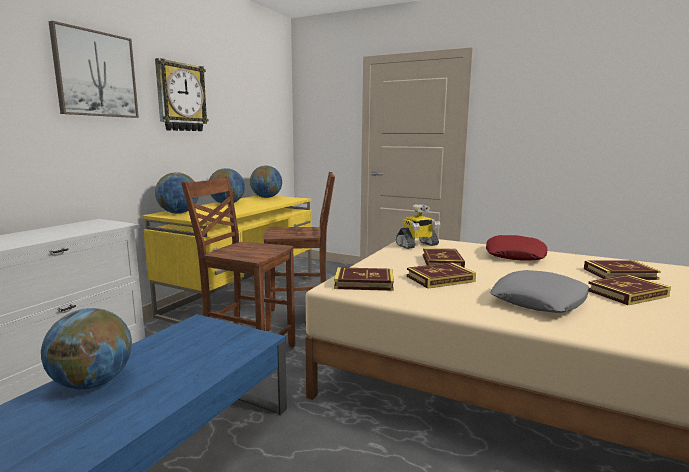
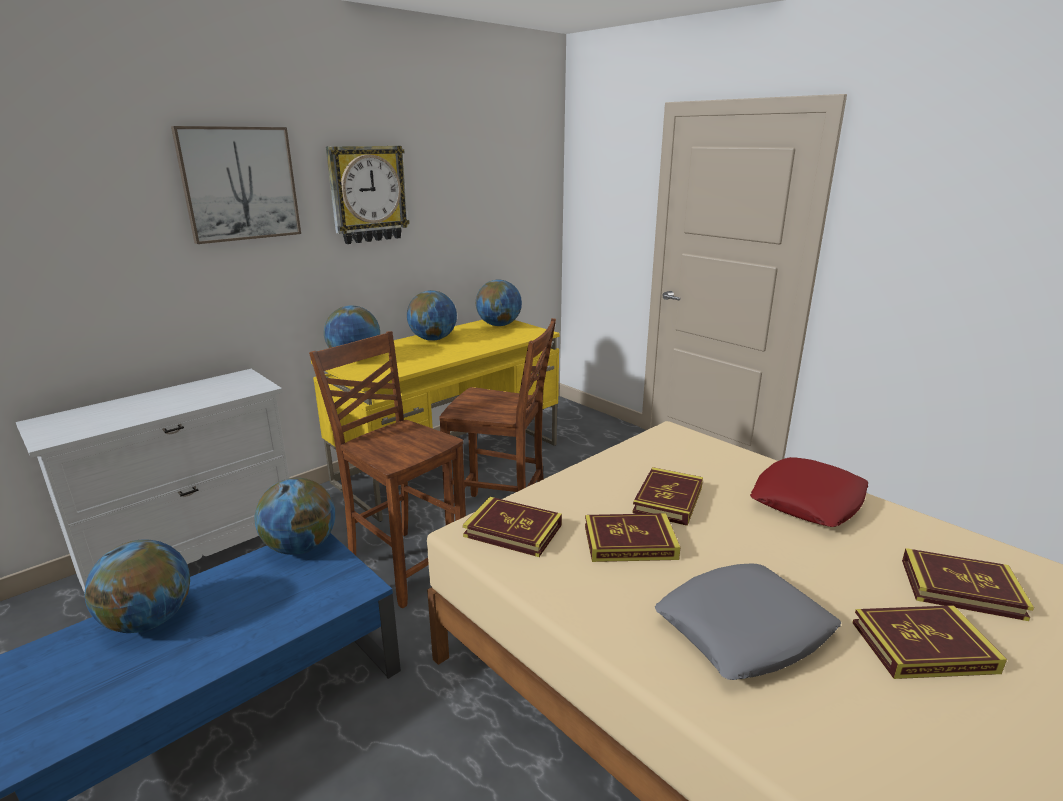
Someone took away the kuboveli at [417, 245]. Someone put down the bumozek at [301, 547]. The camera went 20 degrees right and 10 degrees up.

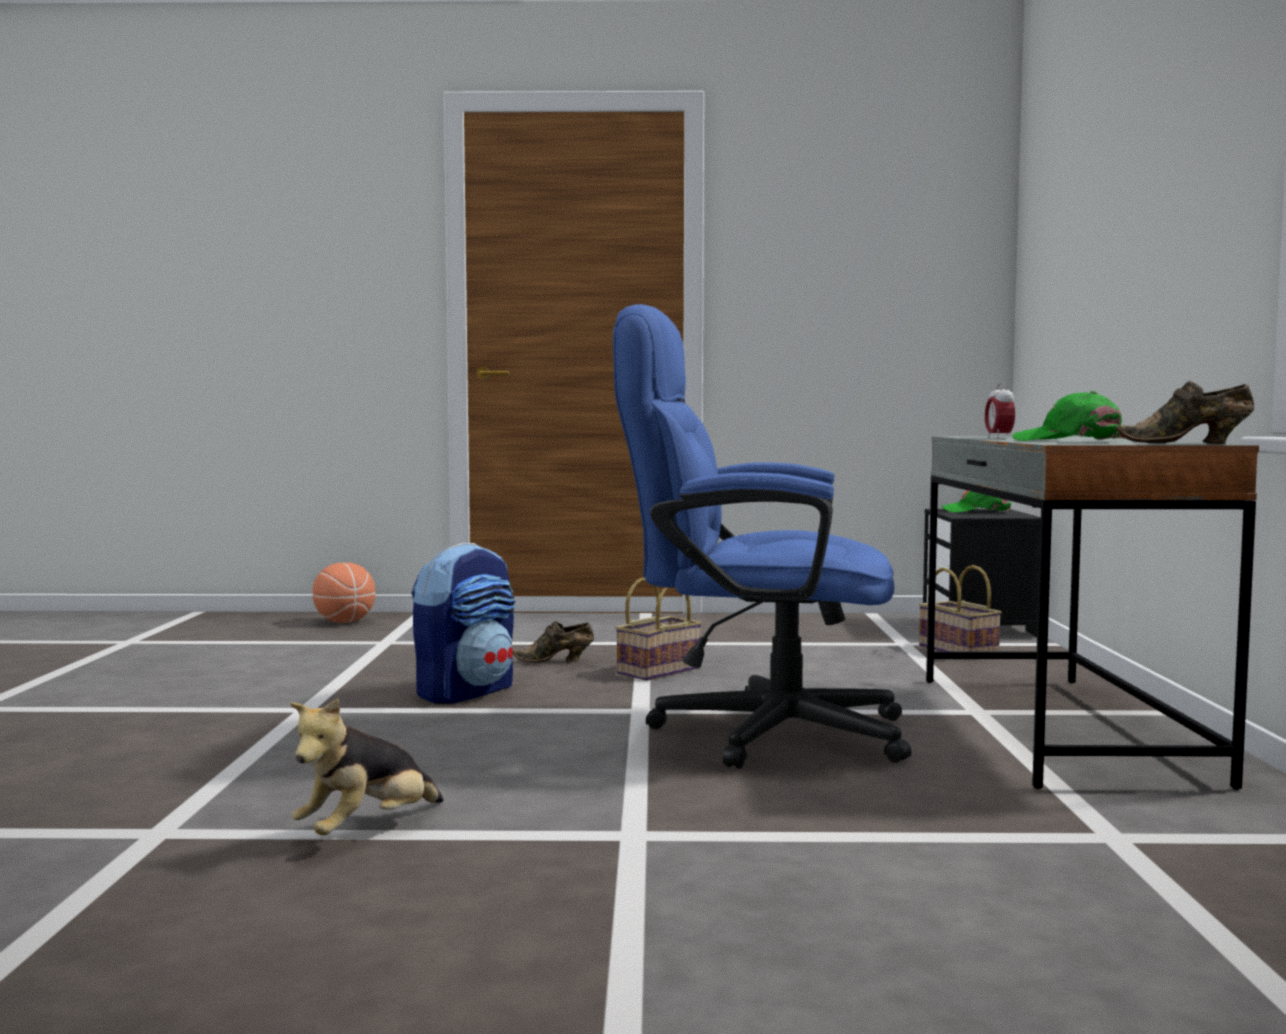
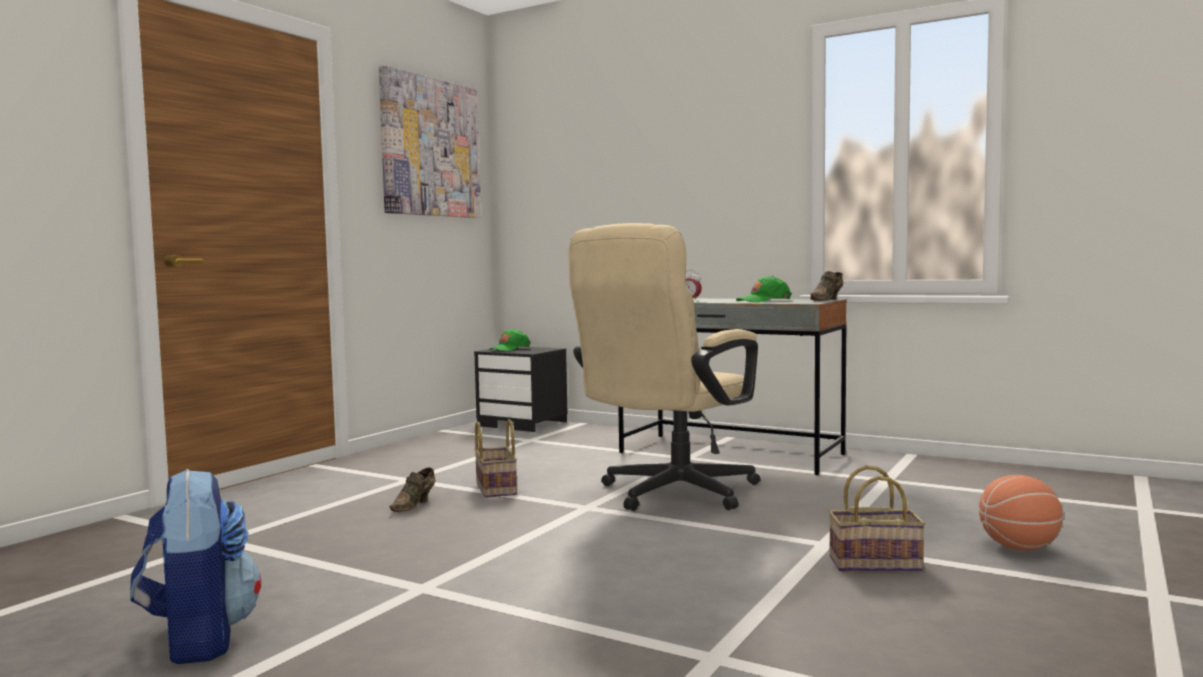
Someone took away the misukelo at [367, 830]. Someone put up the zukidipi at [430, 147]. Someone carried the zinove from [344, 622] to [1019, 547]. Someone carried the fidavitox from [466, 692] to [198, 639]. Someone carried the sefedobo from [960, 651] to [876, 563]. Someone repainted the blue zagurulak at [755, 731], which became the beige zagurulak at [669, 495]. The camera went 60 degrees left and 0 degrees up.

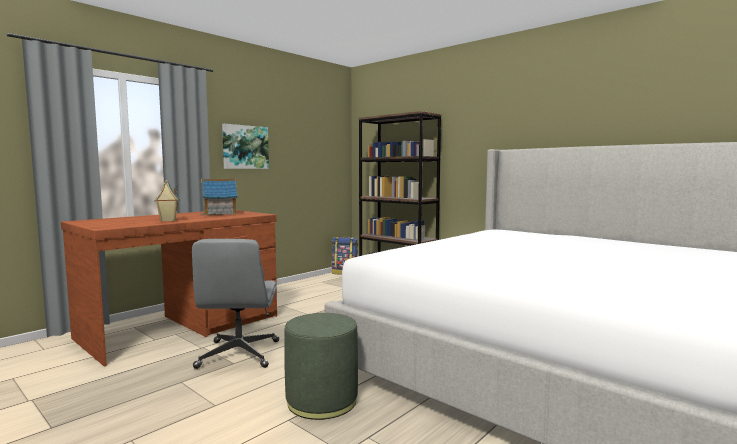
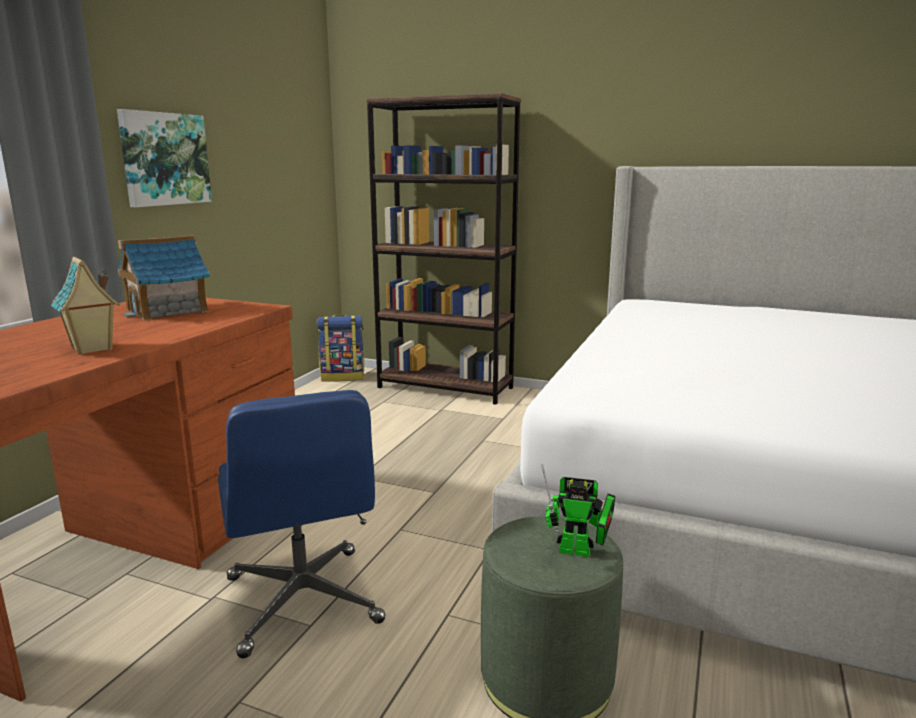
Someone put down the kuboveli at [580, 551]. Someone repainted the grey zagurulak at [239, 354], which became the blue zagurulak at [303, 601]. The camera went 20 degrees left and 10 degrees up.

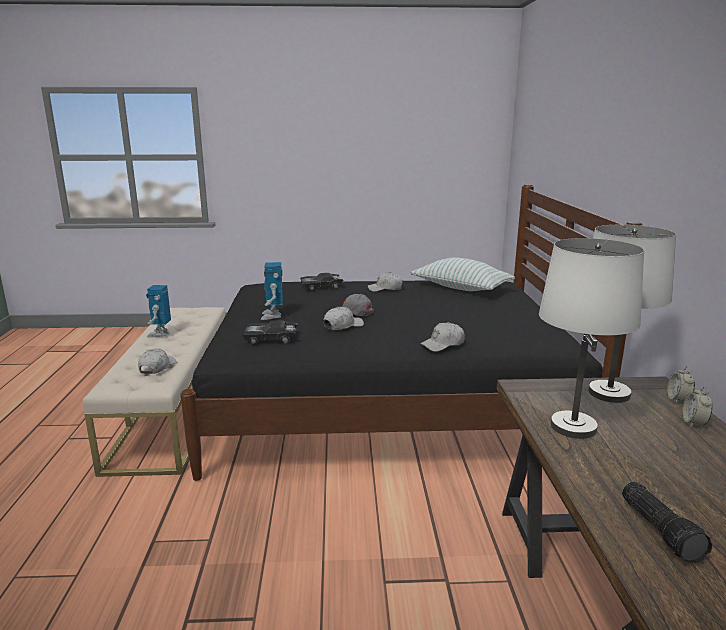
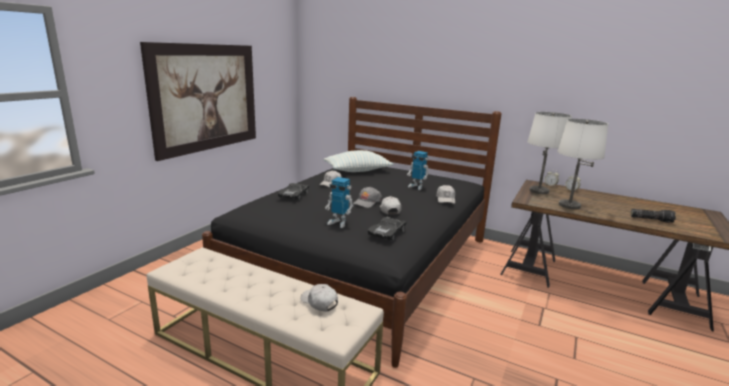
Someone put up the zukidipi at [206, 98]. Someone carried the kuboveli from [160, 334] to [416, 186]. The camera went 60 degrees left and 0 degrees up.

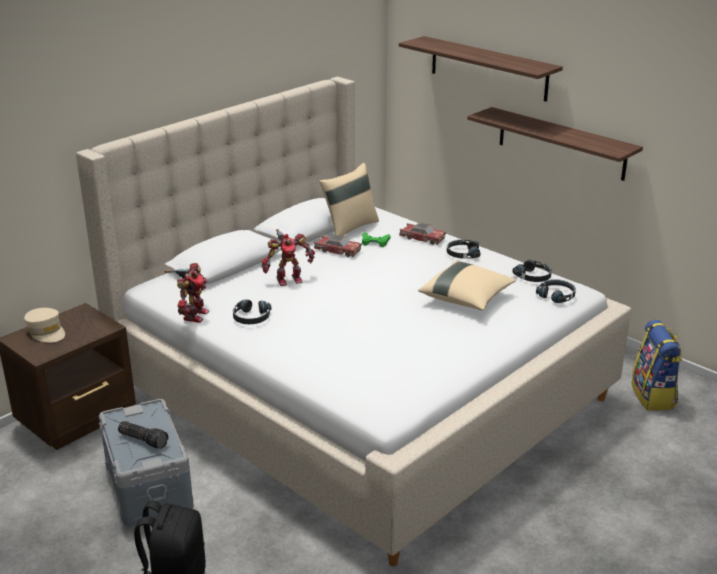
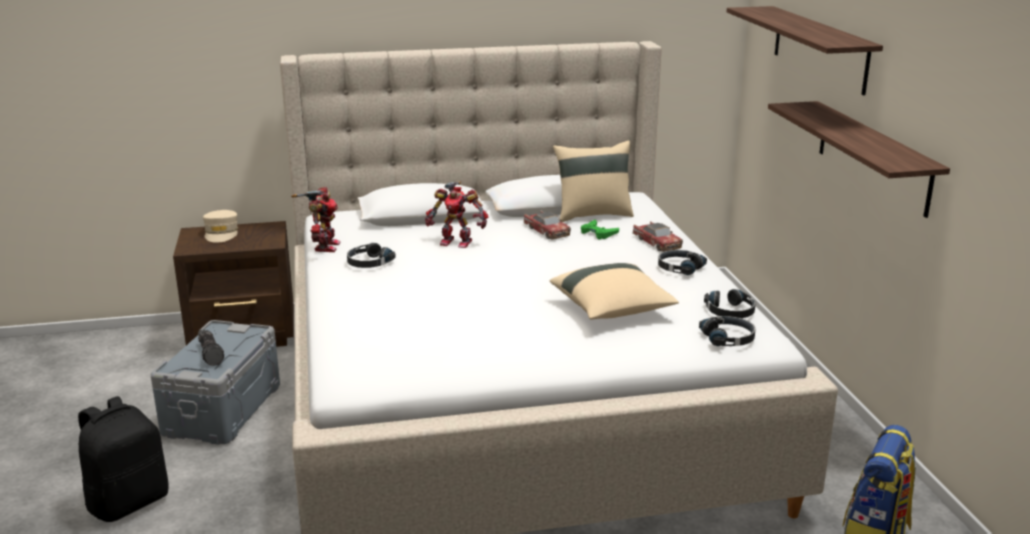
Someone rotated the kuboveli at [193, 315] by 45 degrees counterclockwise. The camera went 35 degrees right and 5 degrees down.

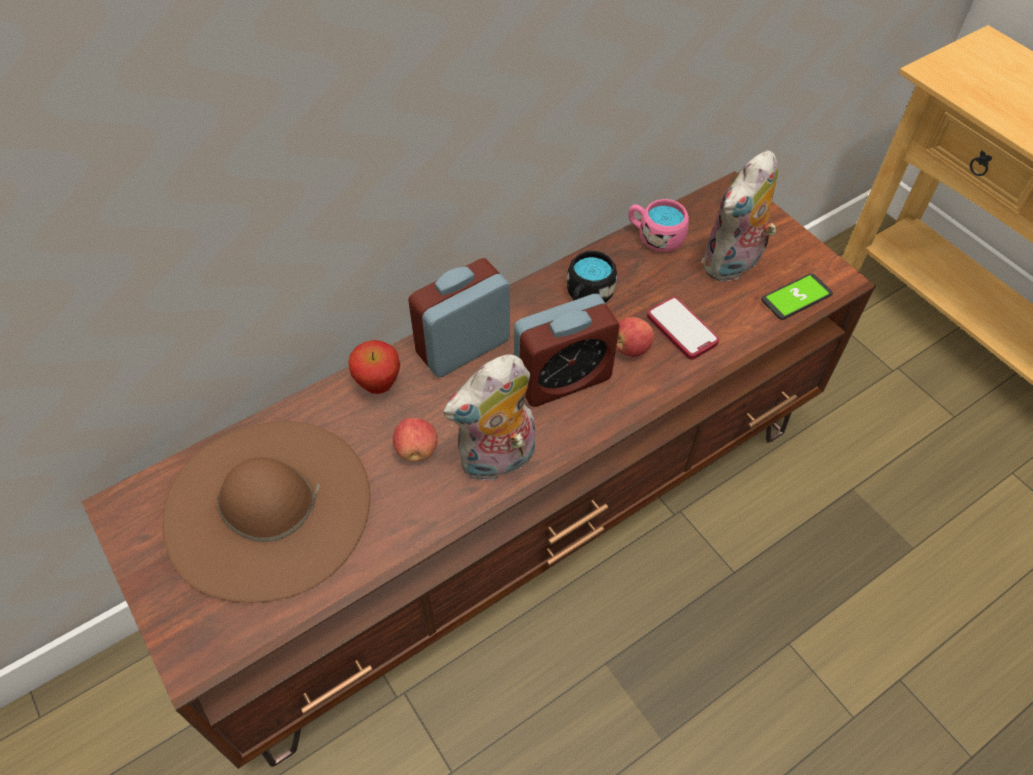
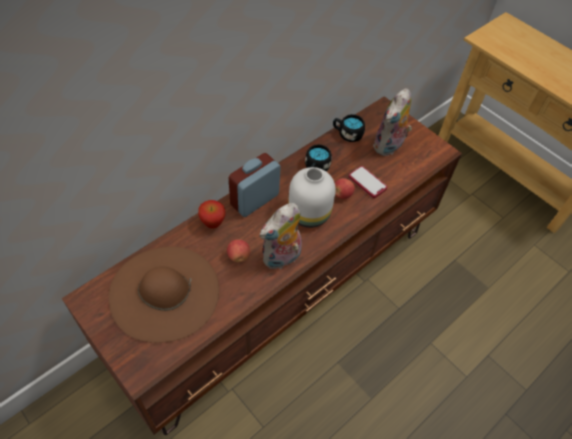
Someone took away the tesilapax at [796, 297]. Someone swapped the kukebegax at [562, 379] for the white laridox at [309, 213]. Someone repainted the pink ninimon at [655, 236], which became the black ninimon at [347, 134]. The camera went 10 degrees left and 0 degrees up.

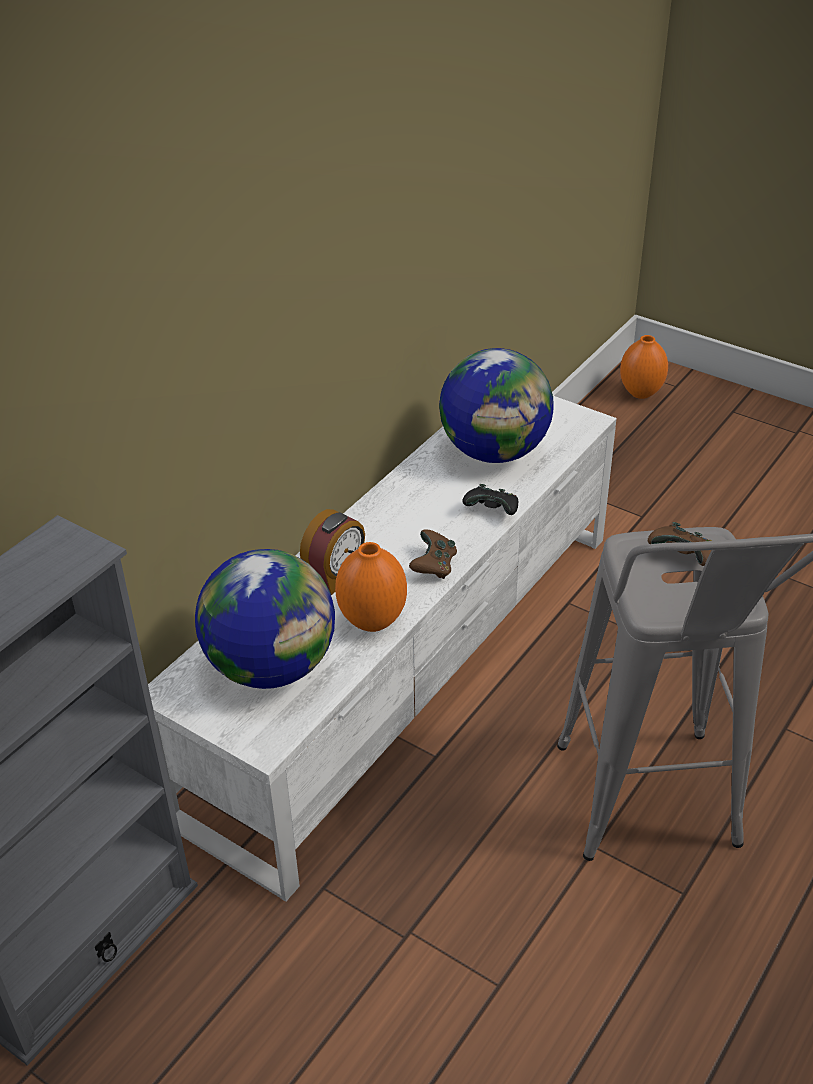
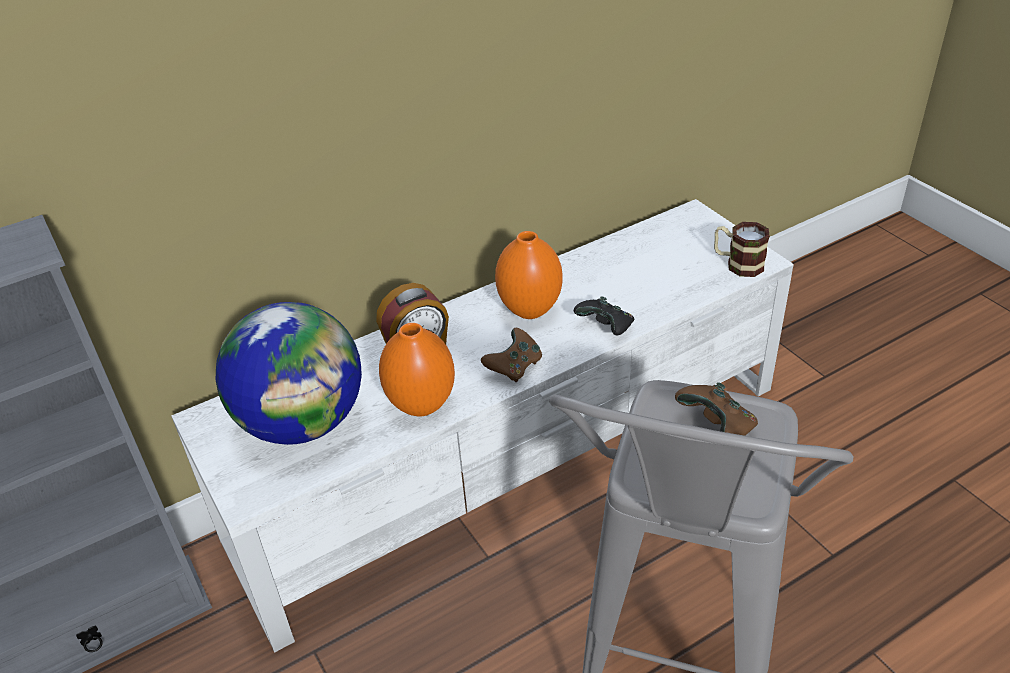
Someone took away the bumozek at [495, 451]. Someone put down the ninimon at [737, 264]. Someone carried the orange laridox from [640, 393] to [529, 310]. The camera went 25 degrees right and 0 degrees up.

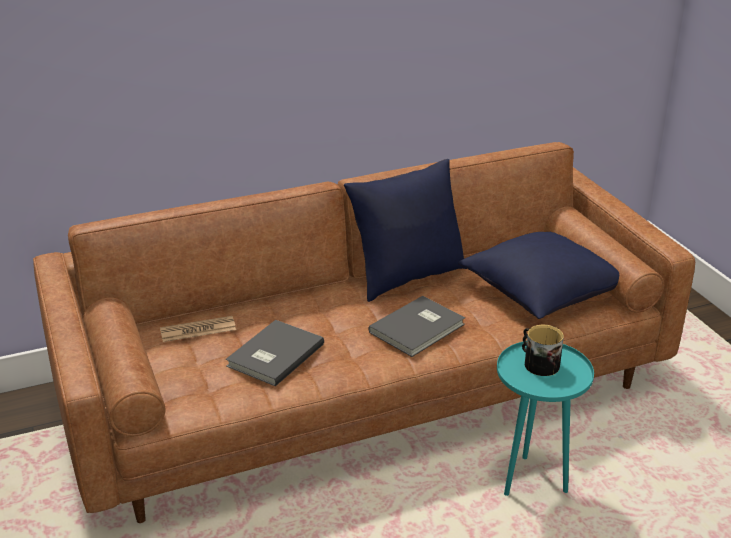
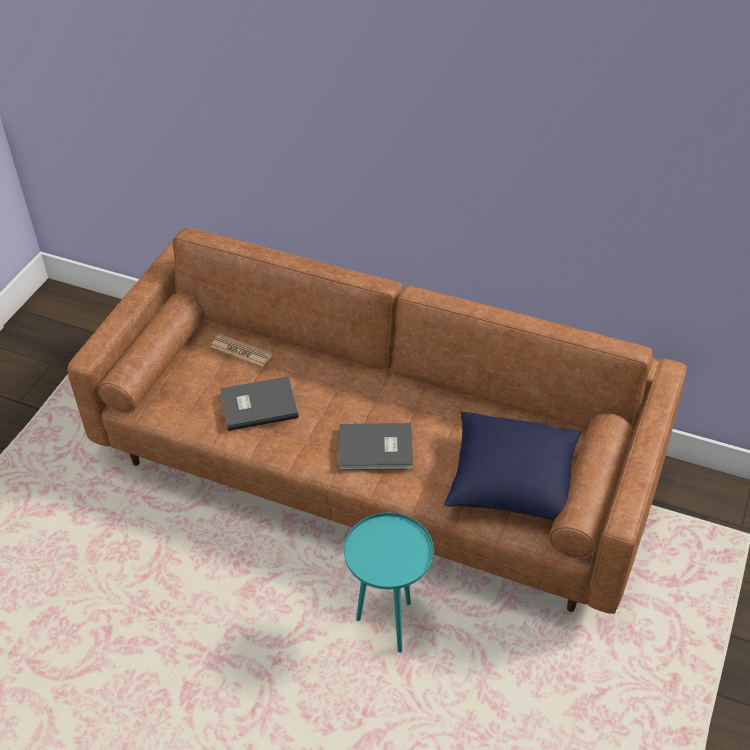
Someone took away the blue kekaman at [407, 277]. Someone took away the ninimon at [538, 363]. The camera went 45 degrees right and 15 degrees up.

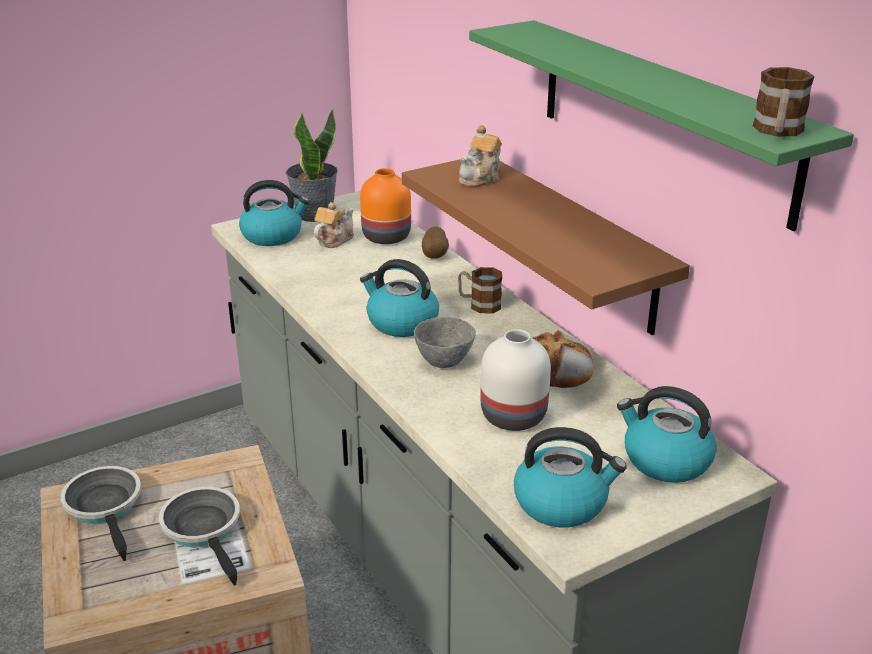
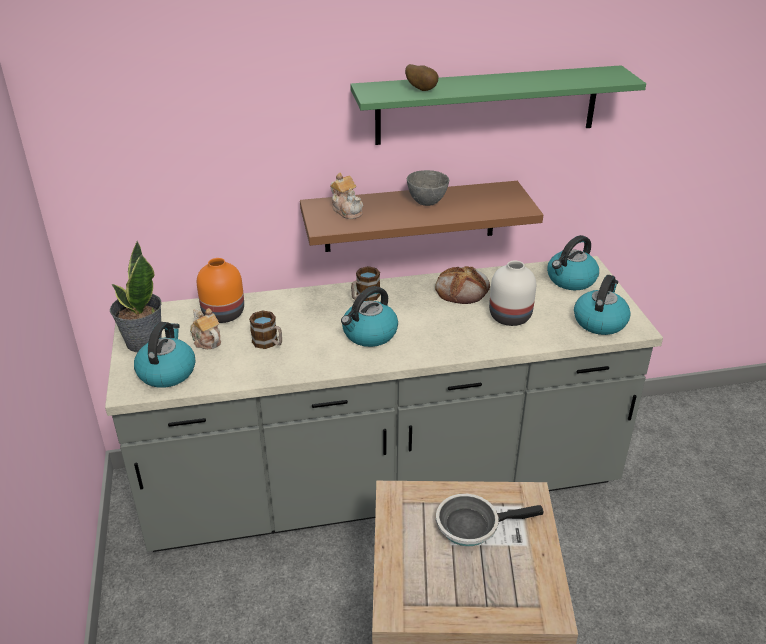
Someone took away the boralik at [106, 508]. Someone carried the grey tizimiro from [443, 362] to [426, 202]. Someone carried the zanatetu from [435, 256] to [422, 89]. Someone carried the ninimon from [777, 132] to [269, 343]. The camera went 70 degrees left and 5 degrees up.

